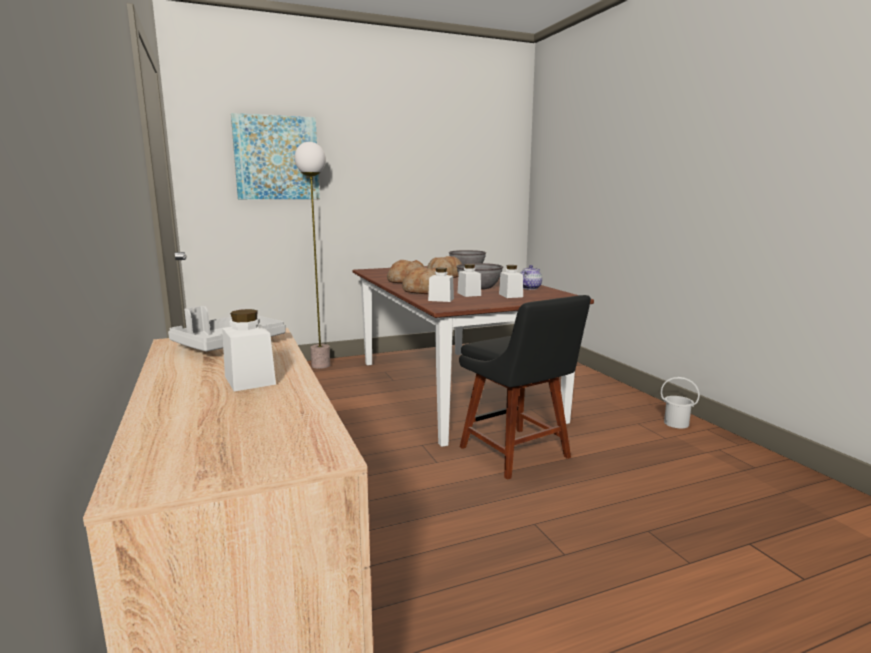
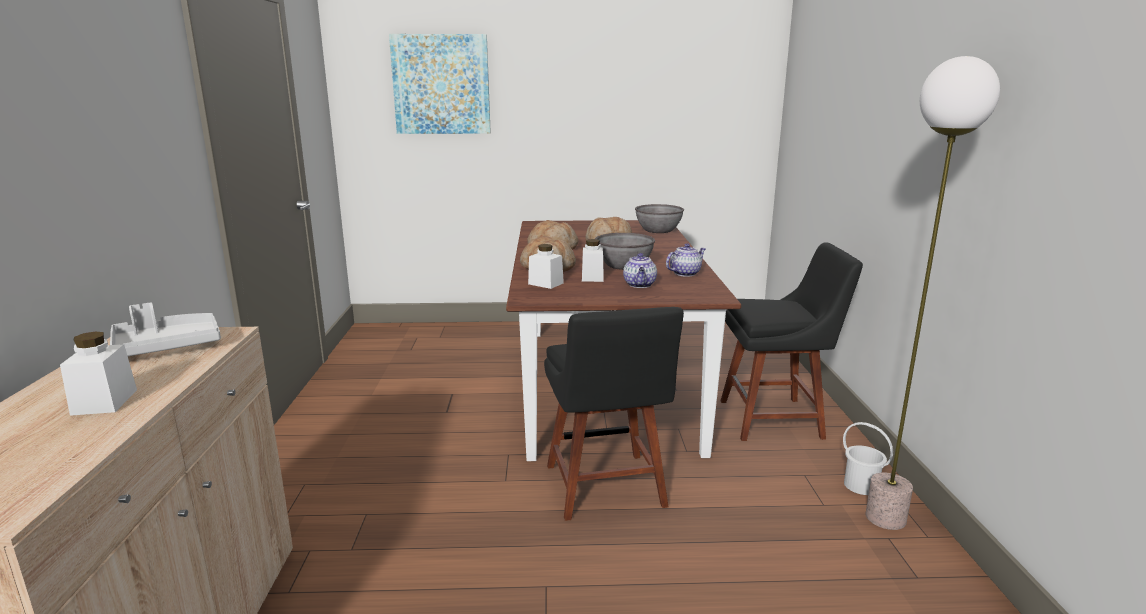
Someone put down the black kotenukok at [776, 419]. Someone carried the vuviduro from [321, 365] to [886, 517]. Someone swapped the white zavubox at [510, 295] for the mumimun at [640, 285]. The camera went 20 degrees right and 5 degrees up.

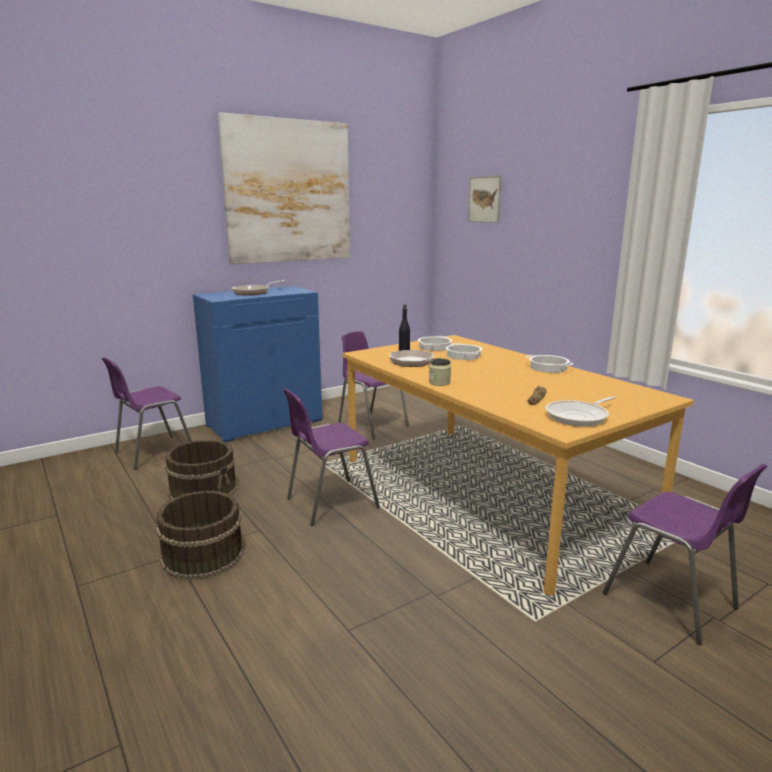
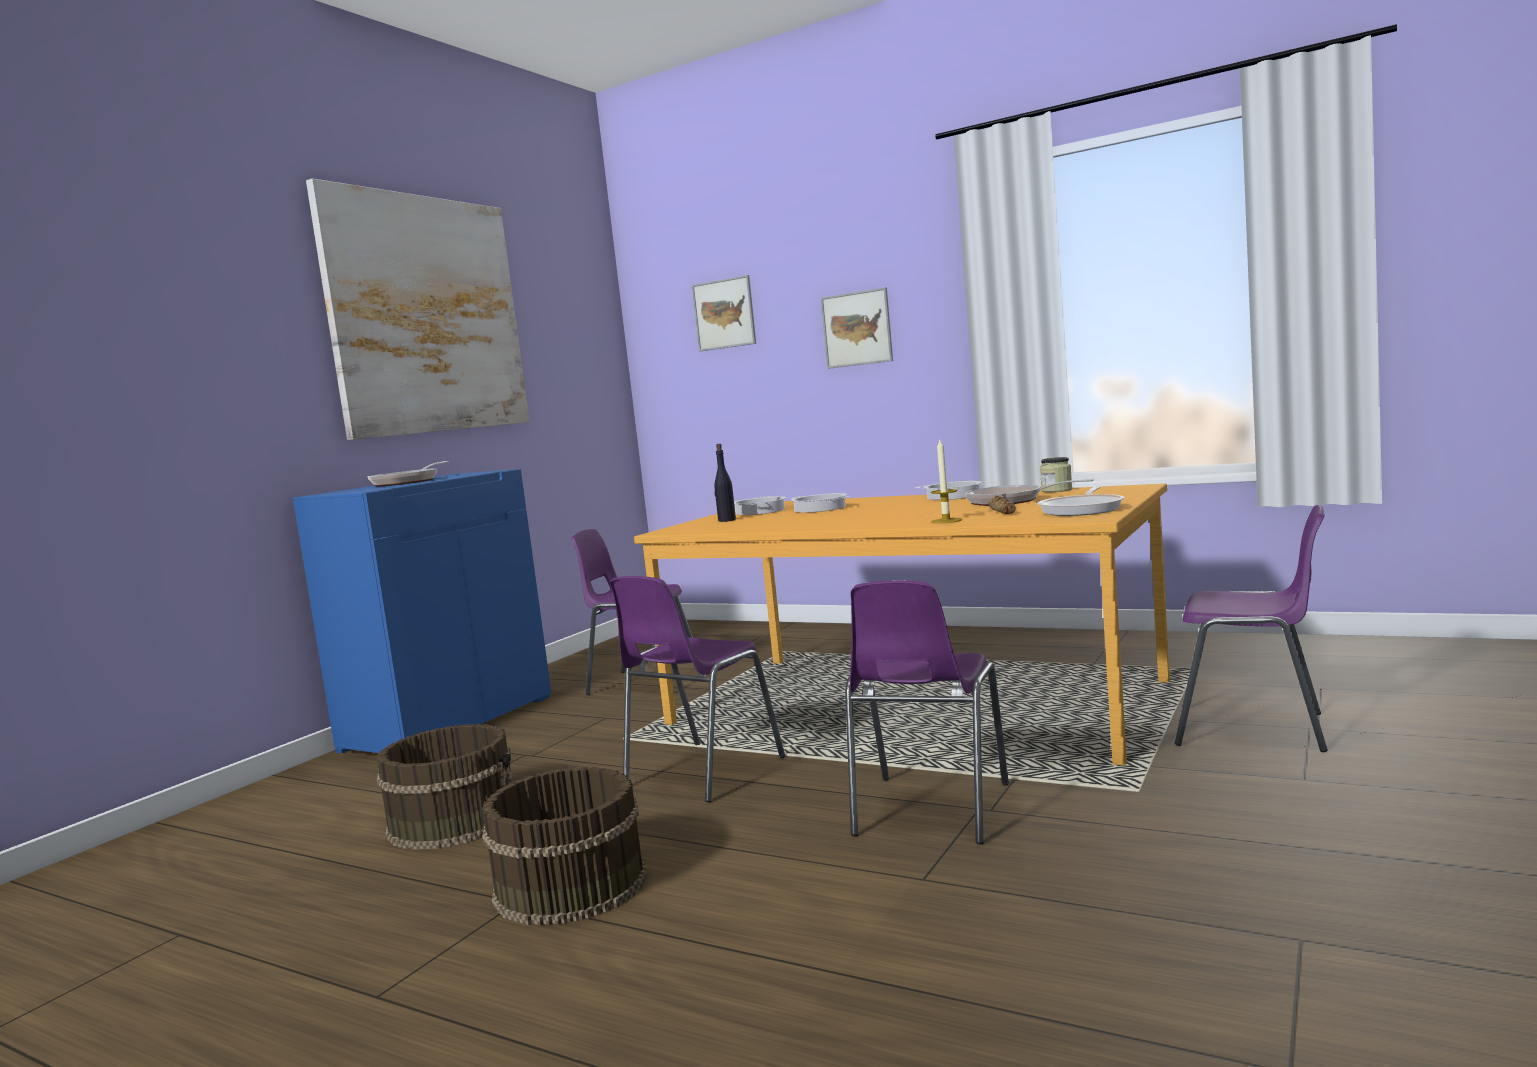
Someone put up the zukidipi at [857, 329]. Someone put down the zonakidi at [946, 521]. Someone carried the purple kotenukok from [152, 453] to [928, 811]. Someone carried the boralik from [414, 363] to [1011, 501]. Someone carried the zavubox from [439, 382] to [1056, 490]. The camera went 25 degrees left and 10 degrees down.

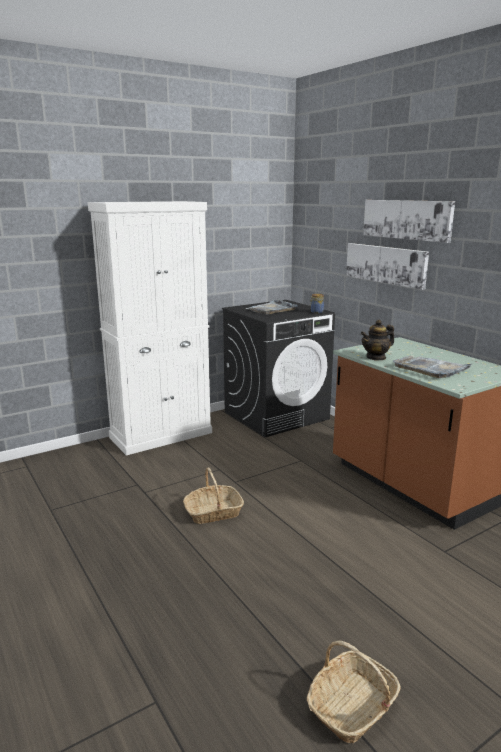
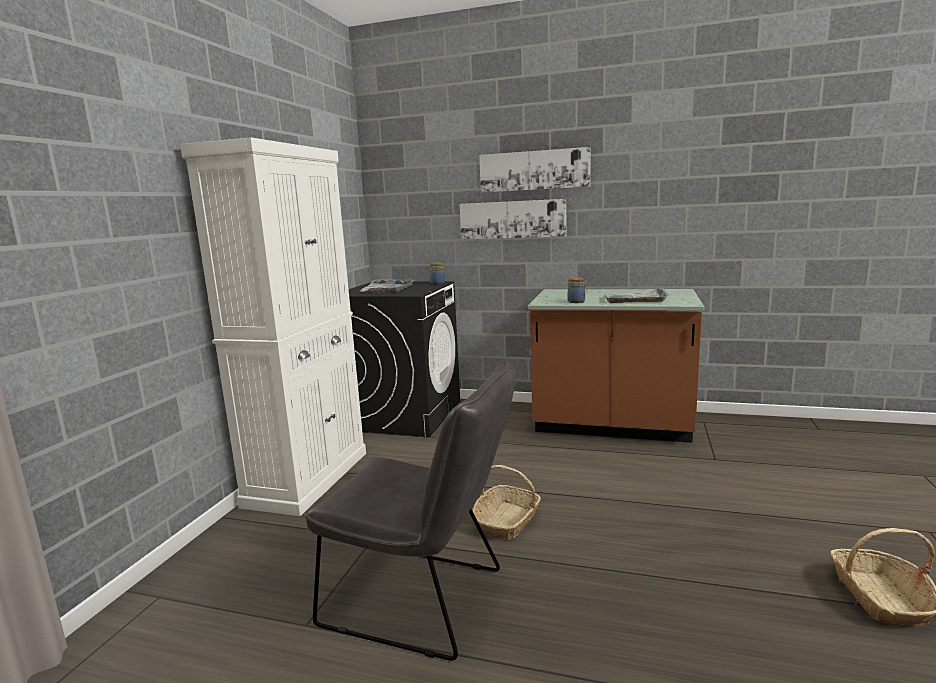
Someone put down the grey kotenukok at [424, 600]. Someone swapped the mumimun at [376, 357] for the zavubox at [577, 302]. The camera went 40 degrees left and 5 degrees down.

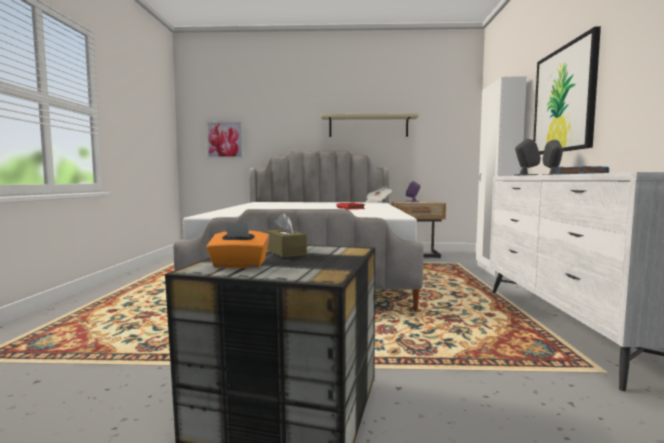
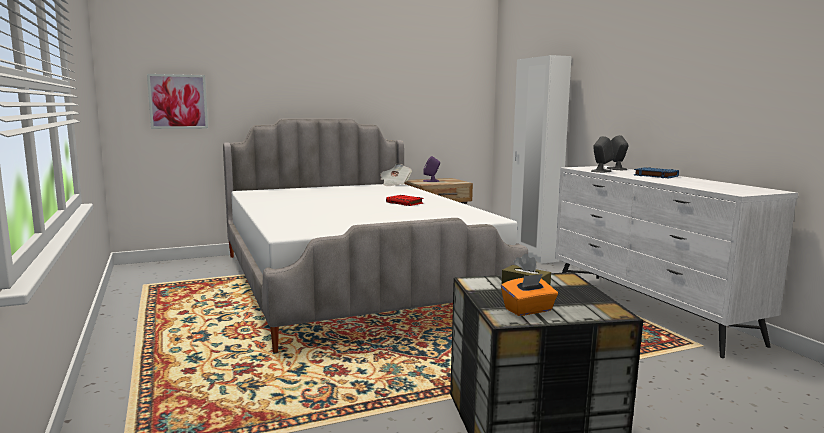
Someone took away the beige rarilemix at [368, 126]. Someone took away the zukidipi at [564, 99]. The camera went 25 degrees left and 5 degrees up.

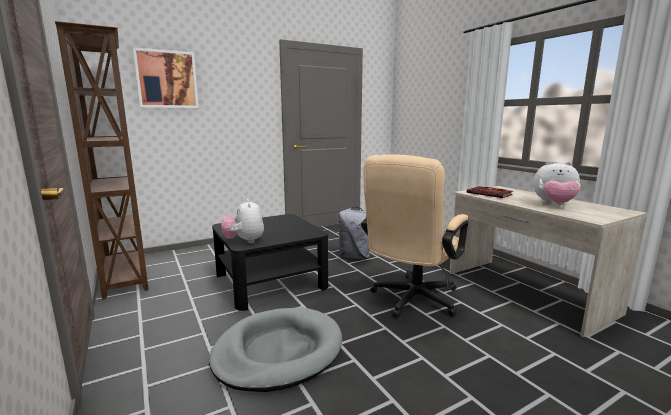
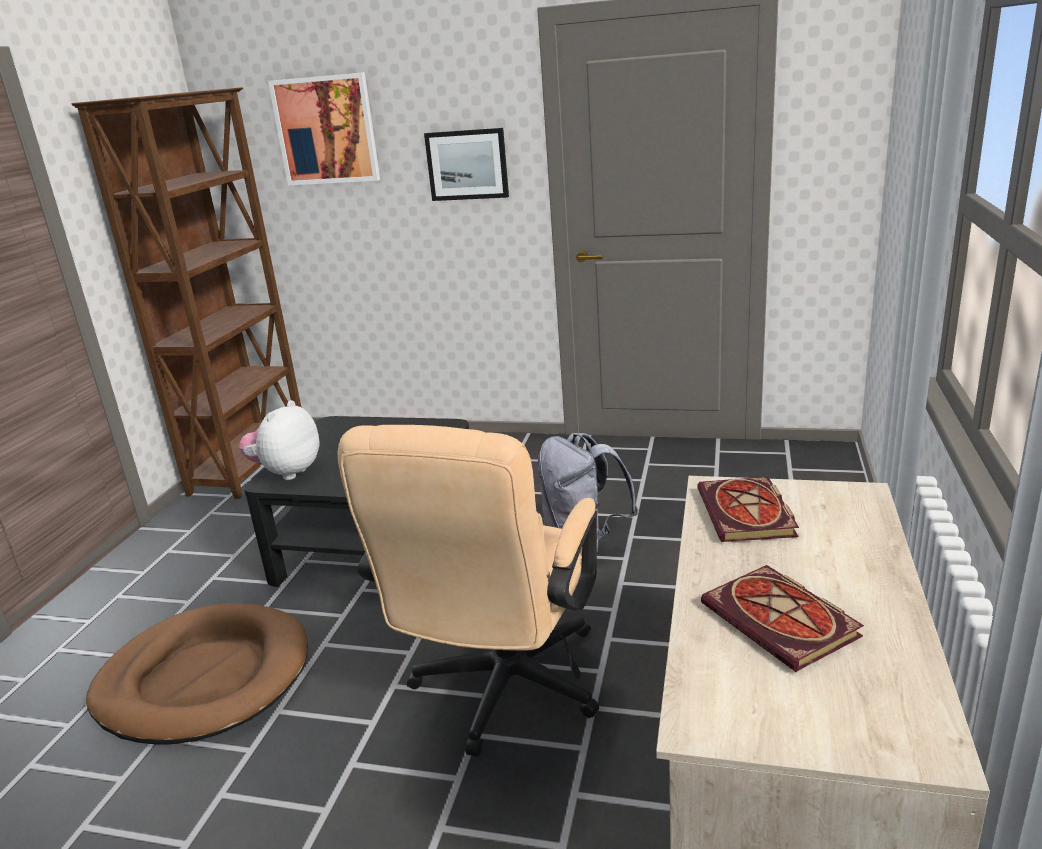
Someone put up the zukidipi at [467, 164]. Someone swapped the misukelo at [554, 205] for the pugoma at [784, 622]. Someone repainted the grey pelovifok at [278, 351], which became the brown pelovifok at [204, 678]. Someone rotated the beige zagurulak at [411, 301] by 60 degrees counterclockwise. The camera went 45 degrees right and 10 degrees up.

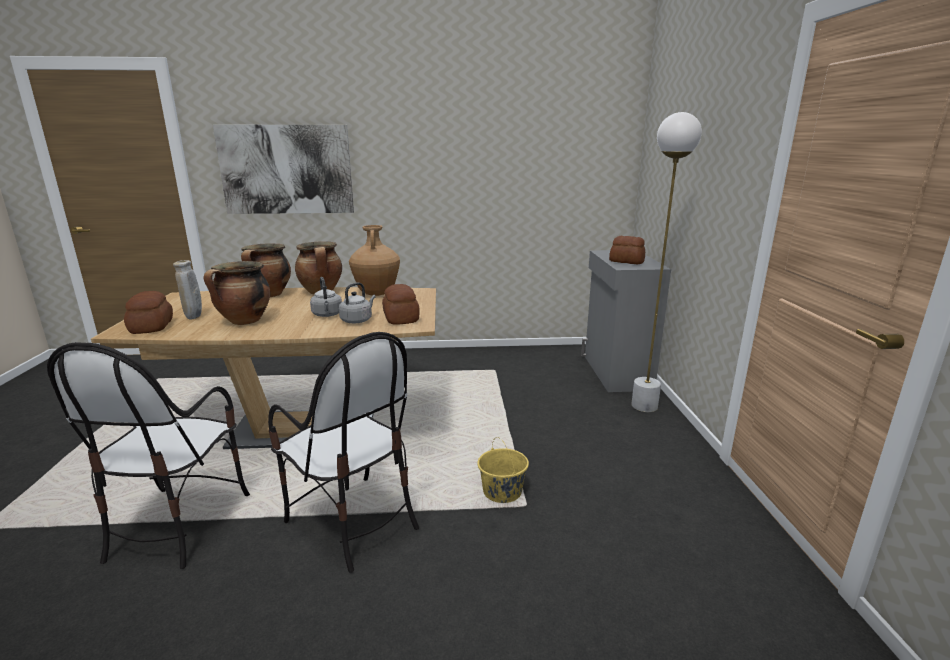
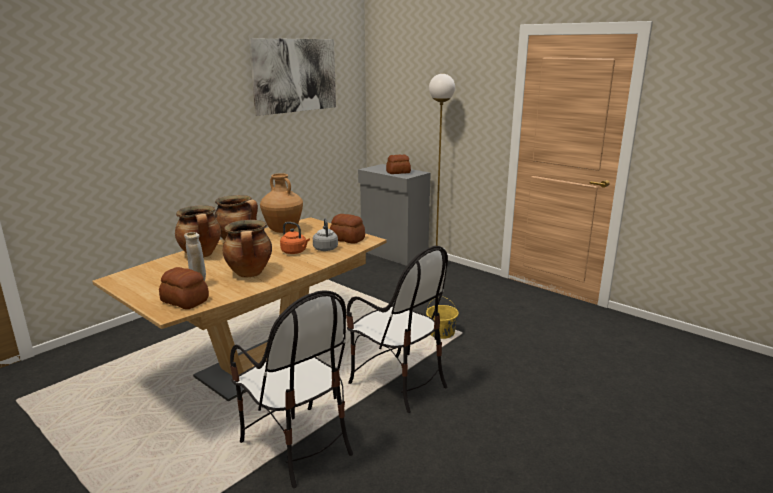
Someone carried the zukidipi from [286, 170] to [295, 75]. Someone repainted the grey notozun at [327, 315], which became the orange notozun at [295, 252]. Someone rotated the kotenukok at [352, 521] by 45 degrees clockwise. The camera went 45 degrees left and 0 degrees up.

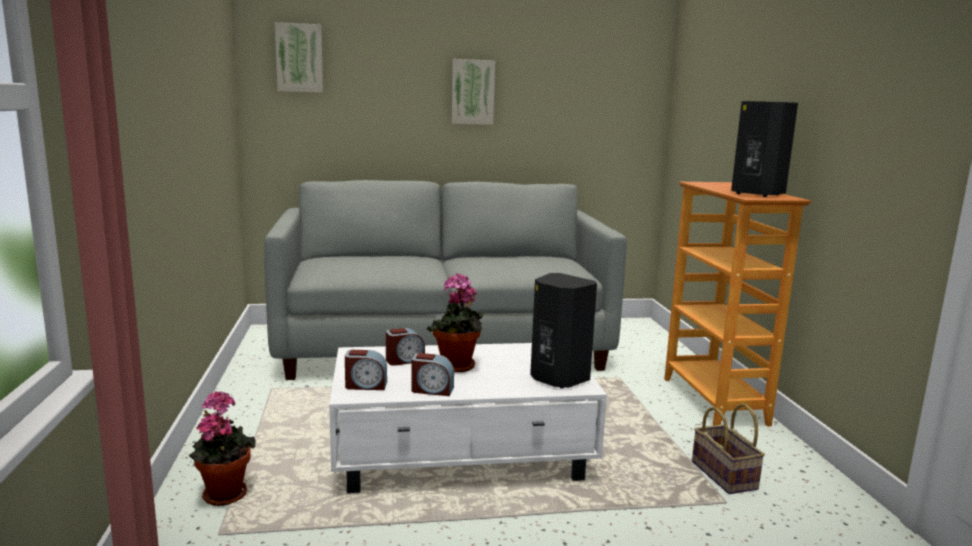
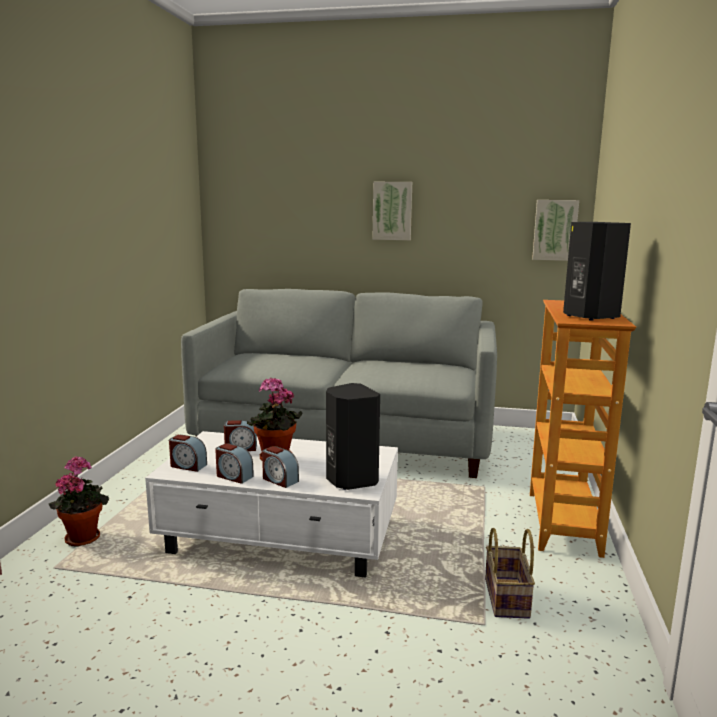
Someone put down the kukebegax at [279, 480]. Someone carried the zukidipi from [299, 58] to [555, 230]. The camera went 20 degrees right and 0 degrees up.

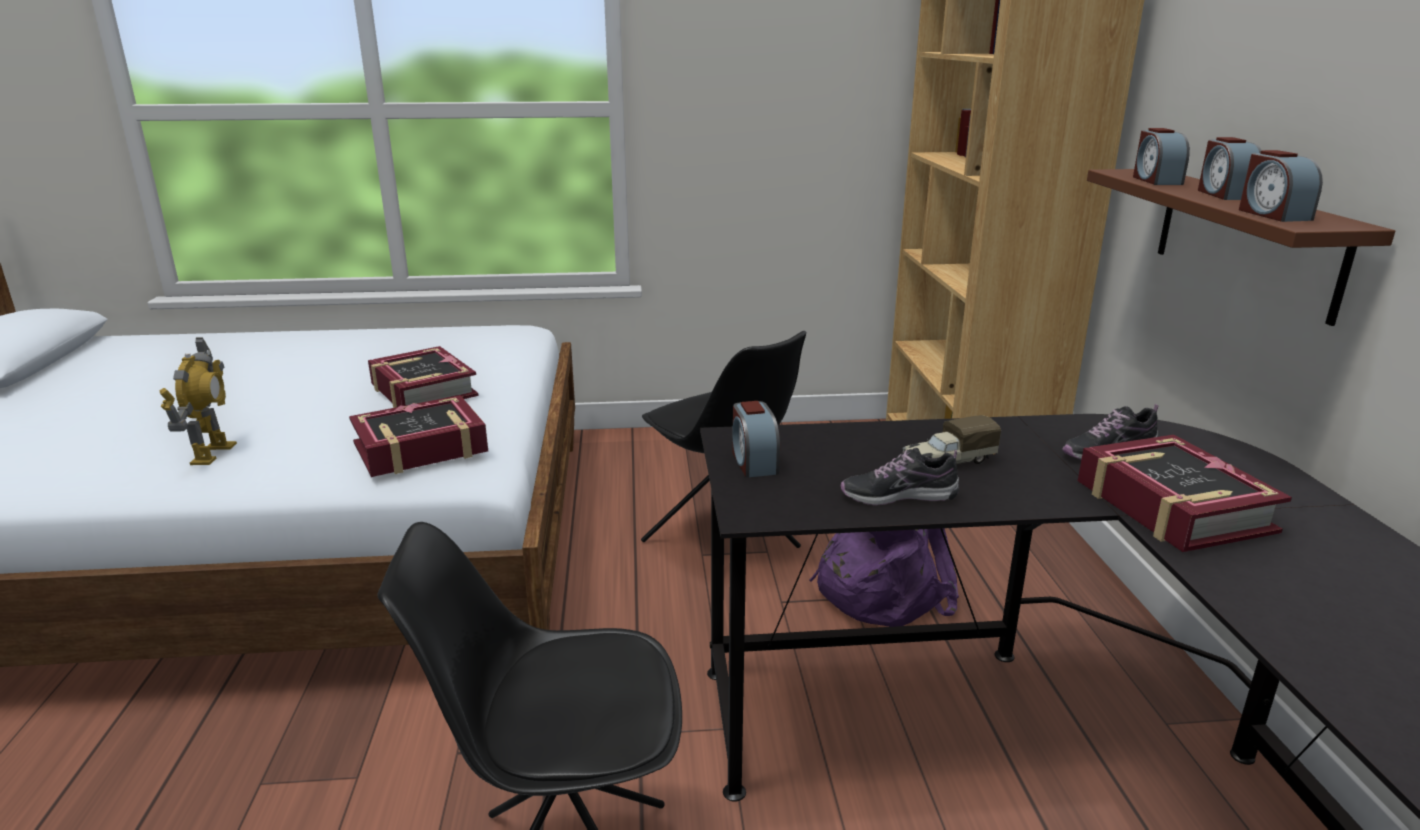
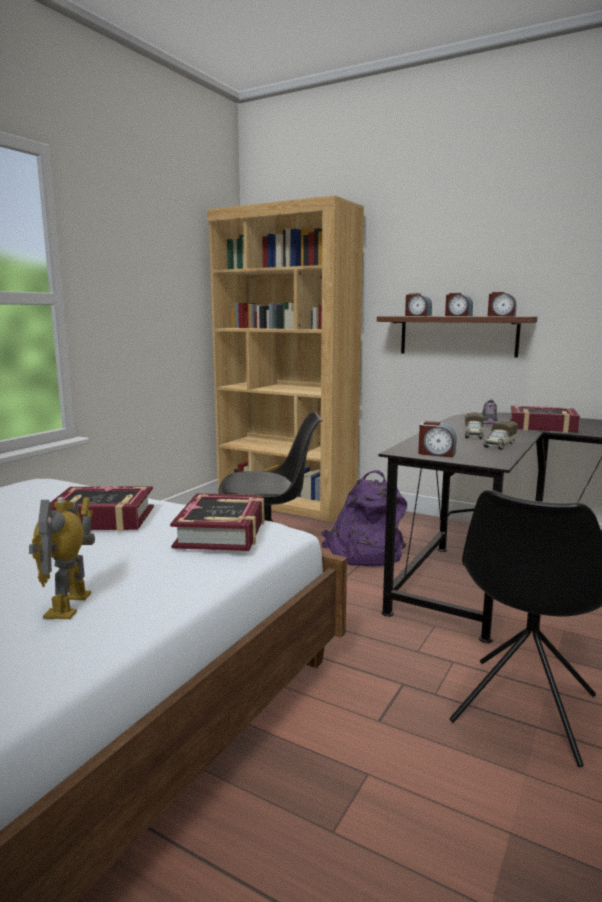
Someone swapped the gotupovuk at [898, 496] for the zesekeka at [499, 445]. Someone rotated the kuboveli at [212, 453] by 120 degrees counterclockwise. The camera went 55 degrees left and 10 degrees down.

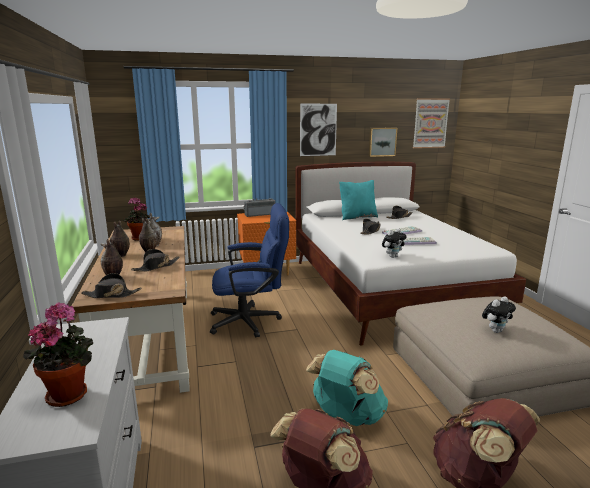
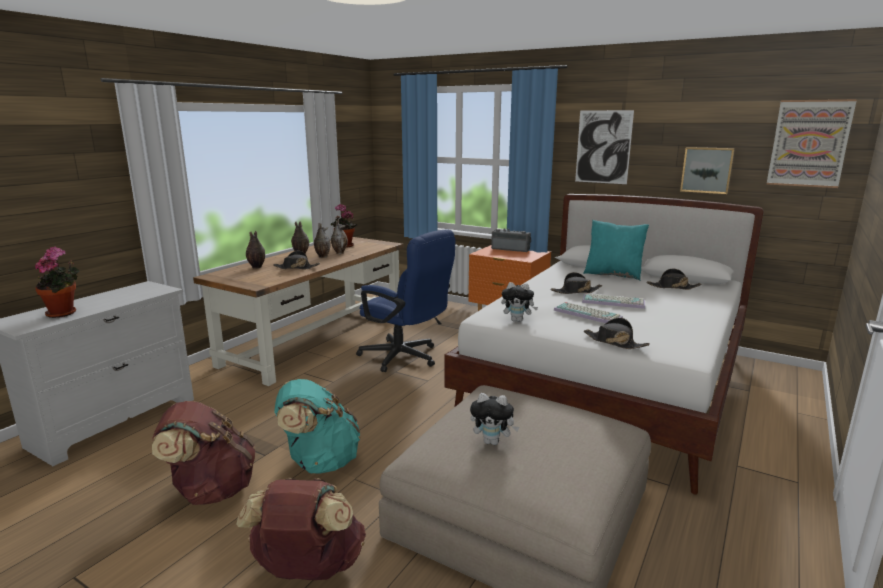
Someone carried the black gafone from [111, 295] to [614, 342]. The camera went 45 degrees right and 0 degrees up.

